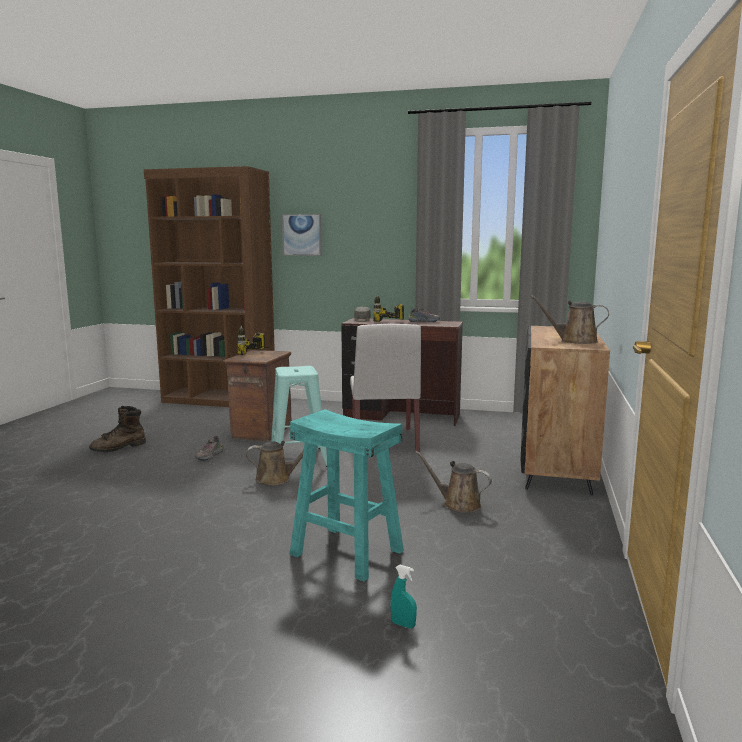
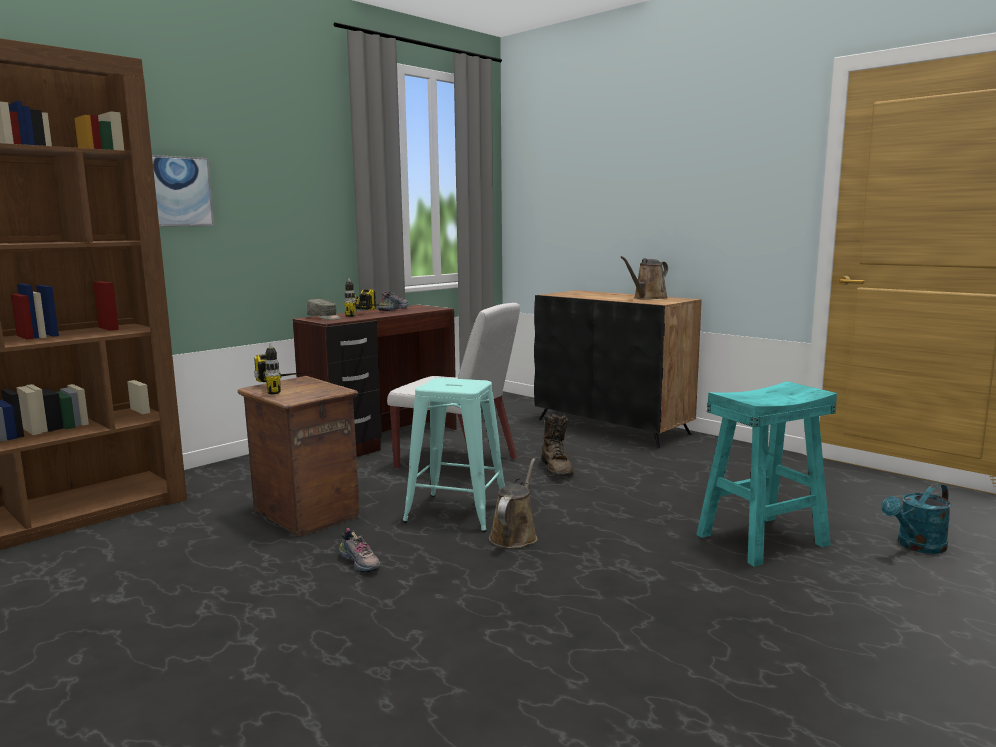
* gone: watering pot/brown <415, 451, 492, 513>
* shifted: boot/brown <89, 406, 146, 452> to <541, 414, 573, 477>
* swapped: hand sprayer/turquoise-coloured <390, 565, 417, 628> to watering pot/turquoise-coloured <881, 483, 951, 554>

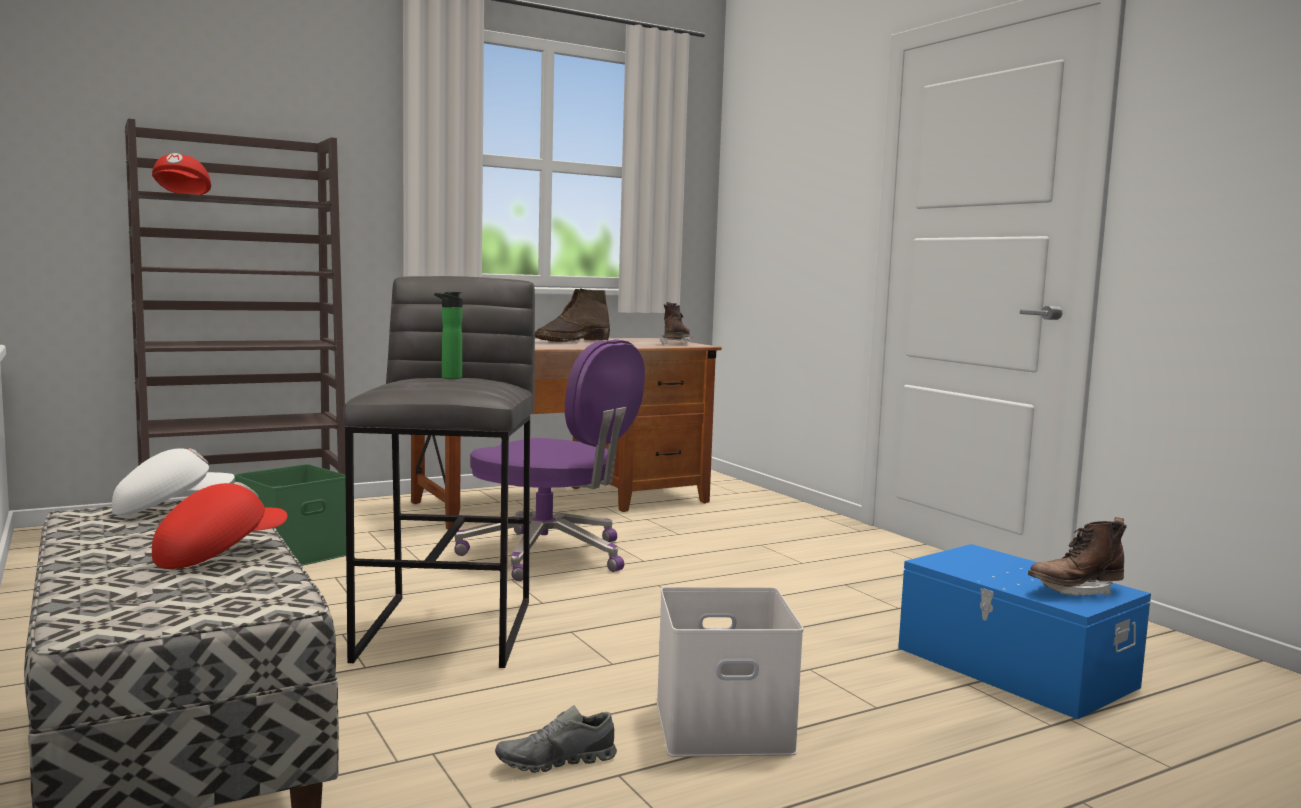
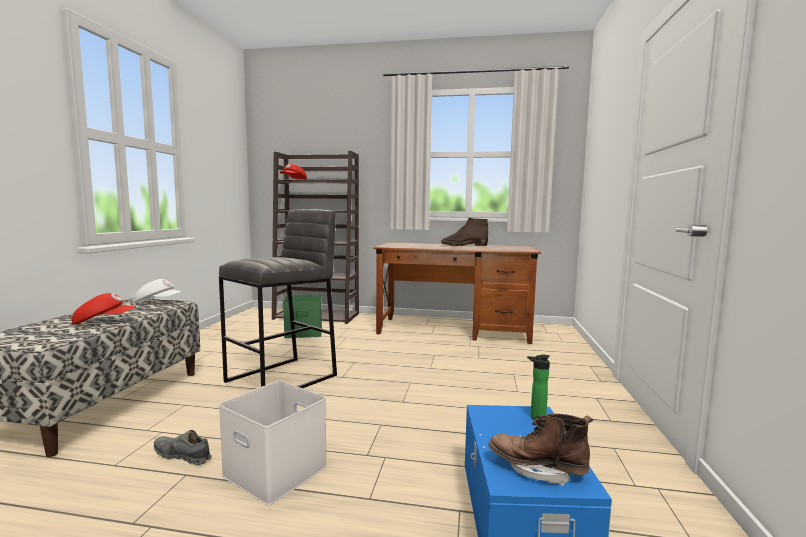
* gone: computer chair/purple <454, 339, 645, 581>
* gone: boot/brown <660, 302, 693, 344>
* shifted: drink bottle <434, 292, 463, 379> to <527, 355, 550, 420>

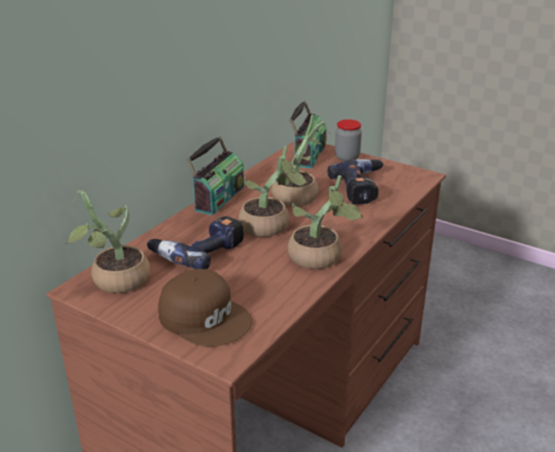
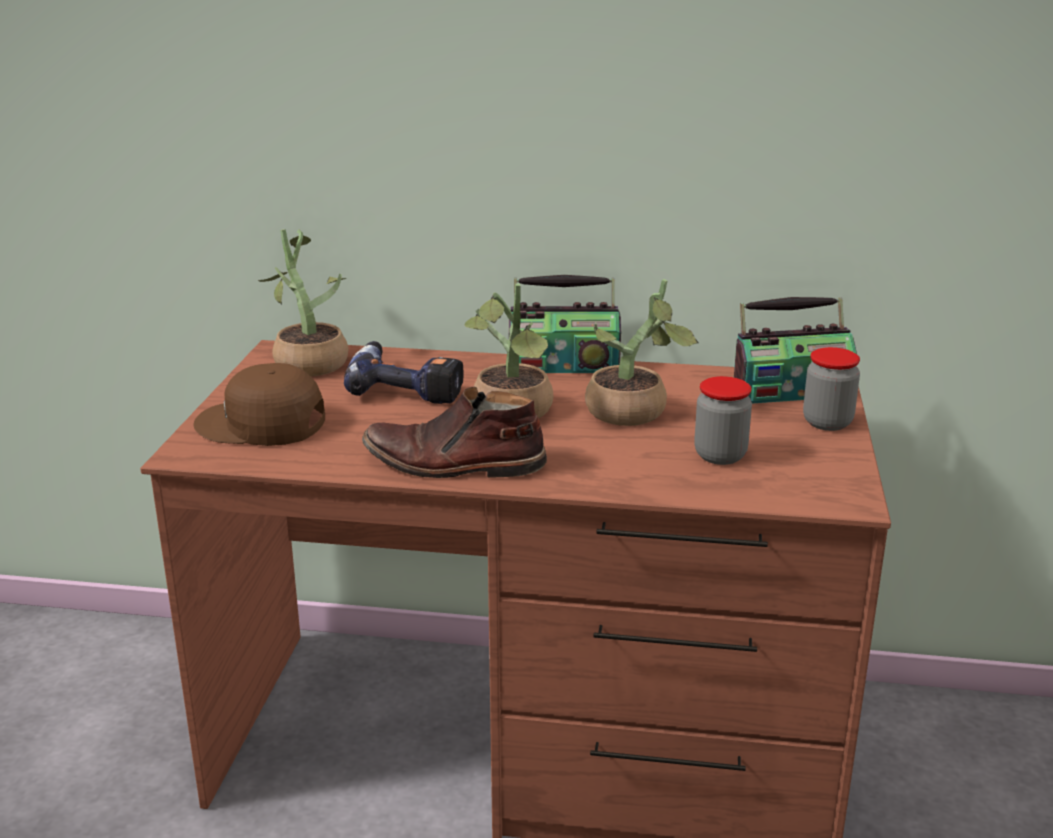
* swapped: plant in a pot <288, 175, 363, 269> to boot/brown <362, 387, 547, 478>
* swapped: power drill <327, 159, 384, 205> to storage jar <694, 376, 752, 465>
* rotated: peaked cap/brown <158, 269, 252, 347> = <194, 363, 325, 446> 90 degrees clockwise

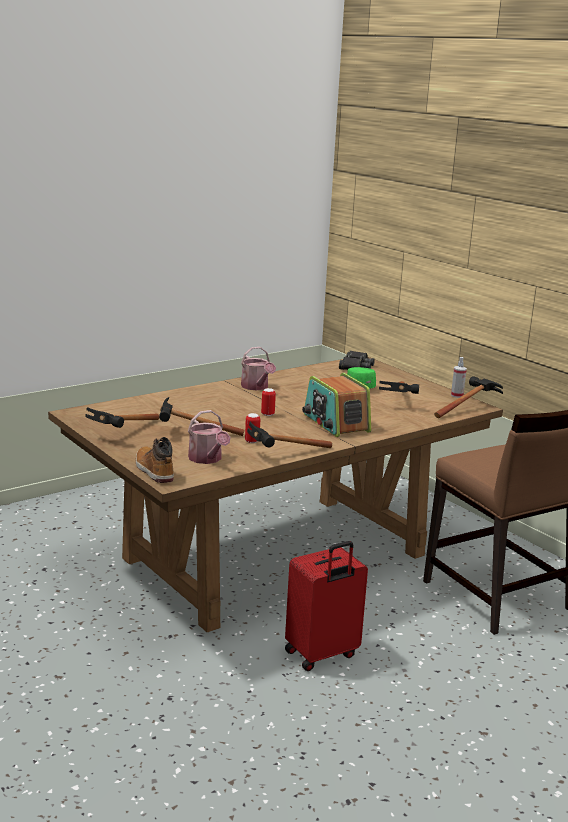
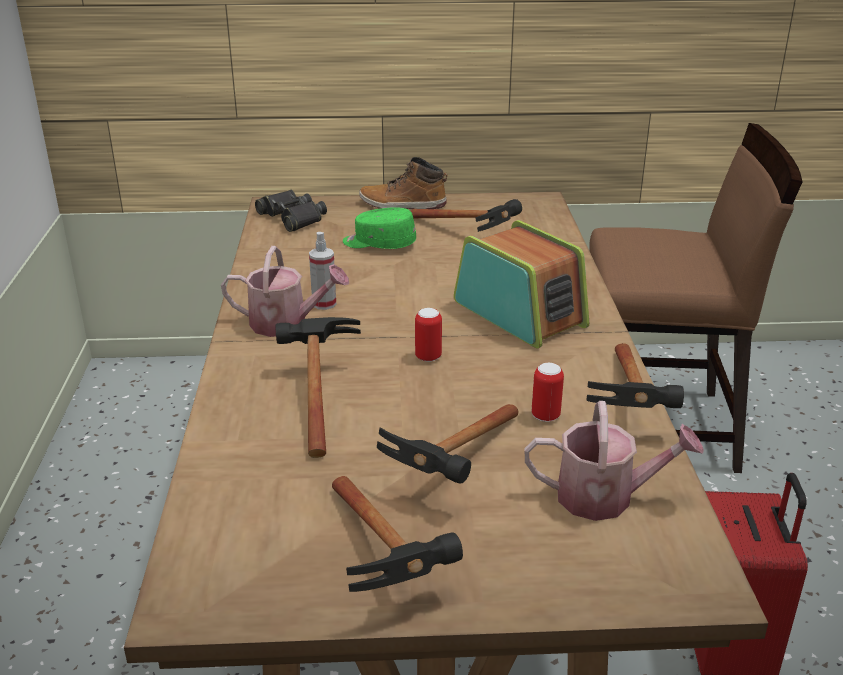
* shifted: boot <136, 437, 174, 483> to <359, 157, 447, 209>
* shifted: tool hammer <435, 376, 503, 418> to <276, 317, 361, 458>
* shifted: hand sprayer <451, 357, 467, 398> to <309, 232, 336, 310>
* rotated: radio receiver <302, 373, 371, 437> = <454, 220, 589, 349> 135 degrees counterclockwise

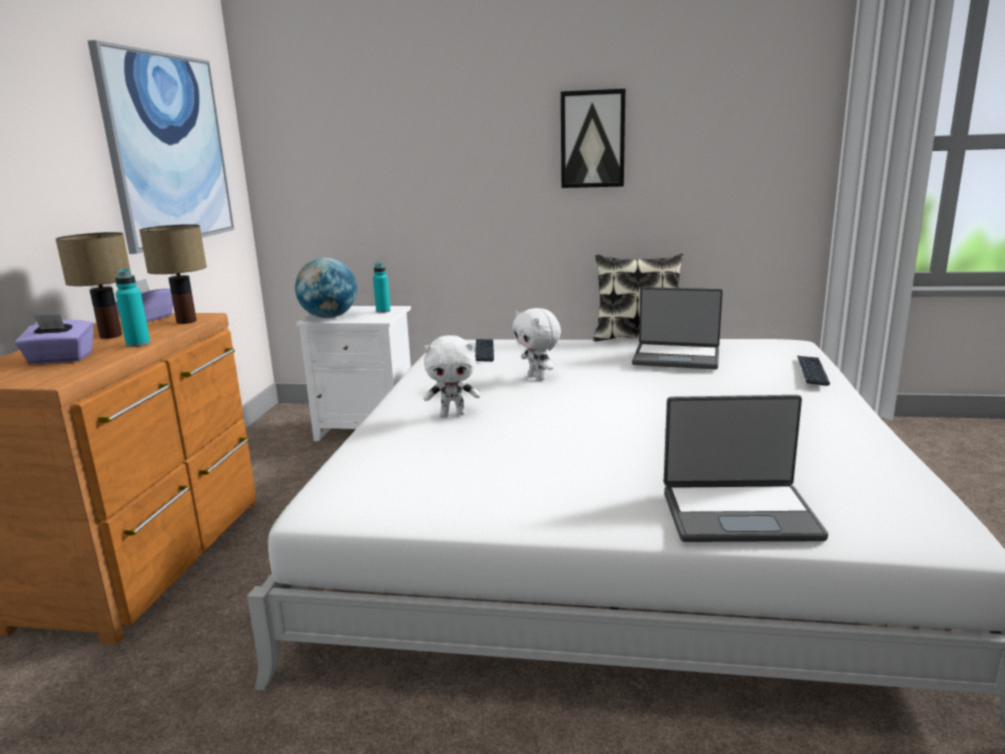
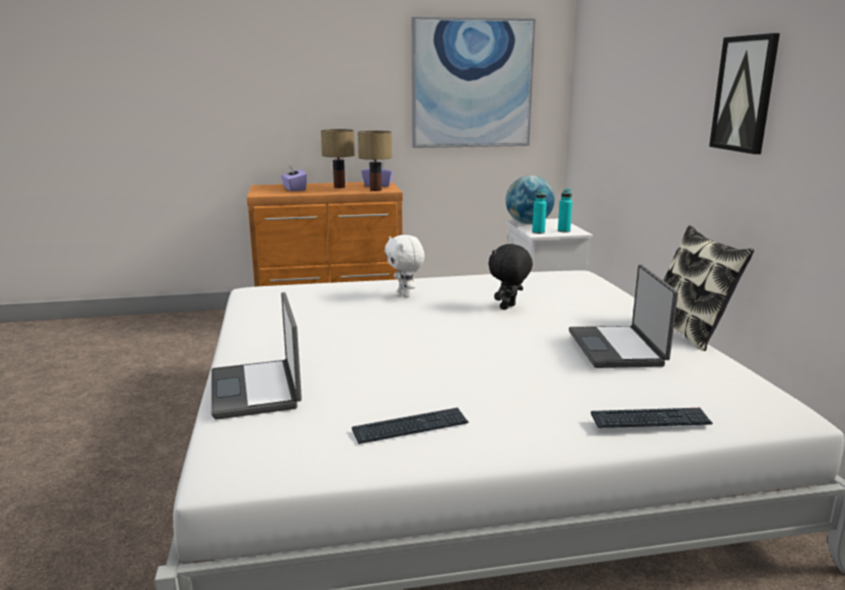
* shifted: drink bottle/turquoise-coloured <115, 269, 150, 347> to <532, 190, 547, 234>
* shifted: computer keyboard <475, 339, 494, 362> to <352, 407, 469, 444>
* repainted: cuddly toy/whitish <512, 308, 561, 381> to cuddly toy/blackish <488, 244, 533, 310>

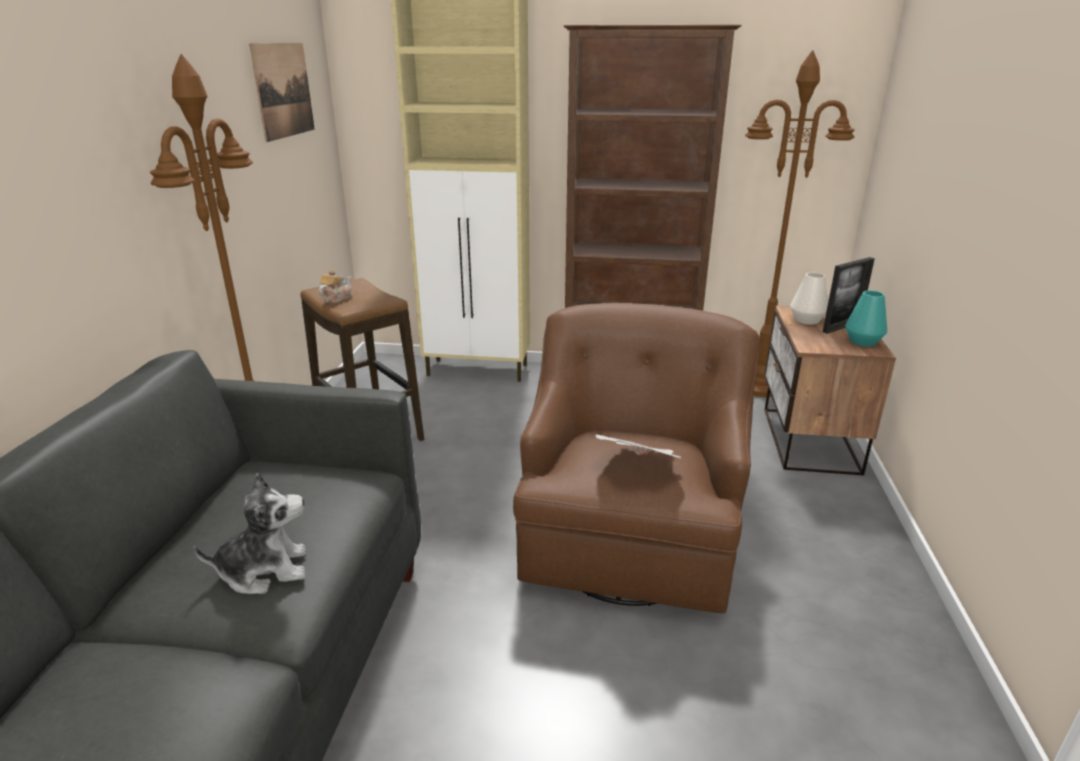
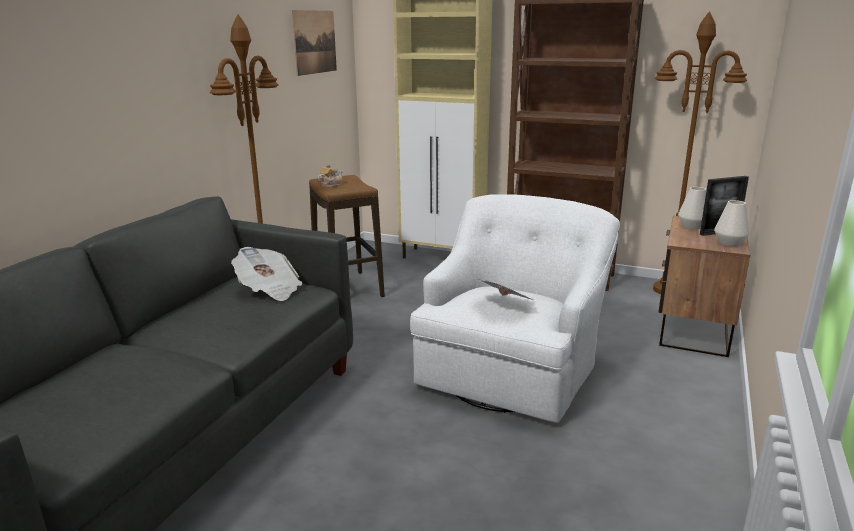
* gone: cuddly toy <193, 473, 306, 594>
* new: printed paper <231, 247, 303, 301>
* repainted: lounge chair/brown <513, 303, 759, 613> to lounge chair/whitish <410, 194, 620, 423>
* repainted: decorative vase/turquoise-coloured <845, 290, 887, 347> to decorative vase/whitish <714, 200, 750, 246>

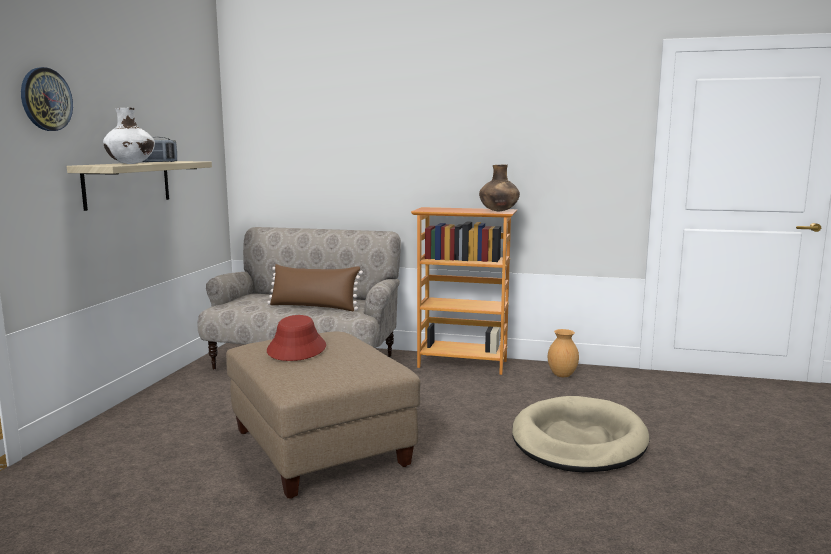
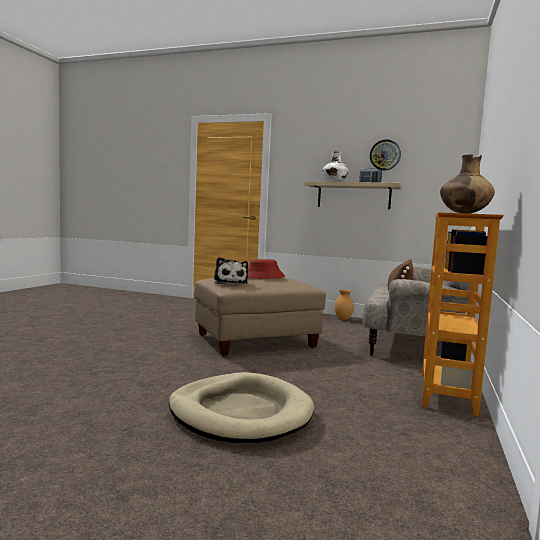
* new: cuddly toy <214, 257, 248, 284>
* shifted: wall clock <21, 67, 73, 131> to <370, 140, 401, 171>
* shifted: decorative vase/brown <548, 329, 579, 377> to <334, 290, 354, 320>

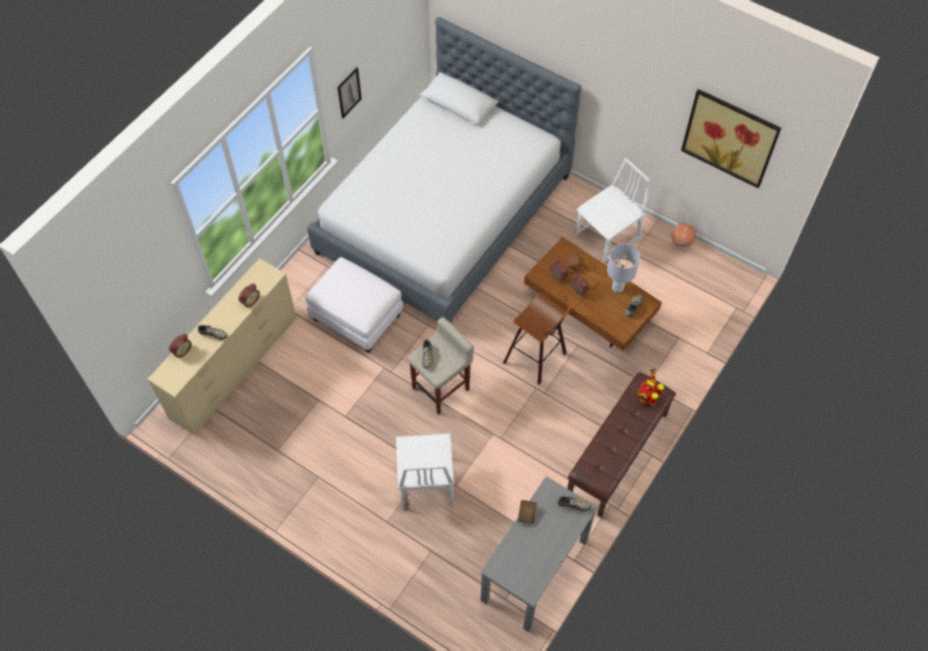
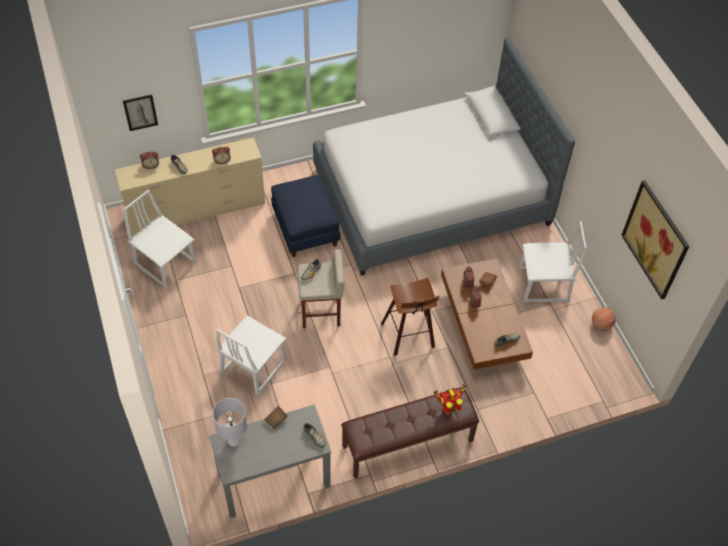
* new: upright chair/whitish <124, 189, 196, 288>
* shifted: picture <338, 67, 362, 119> to <123, 95, 158, 131>
* shifted: lamp for a table/greyish <607, 244, 640, 292> to <213, 398, 248, 447>
* repainted: footrest/whitish <305, 257, 403, 353> to footrest/bluish <271, 175, 340, 257>

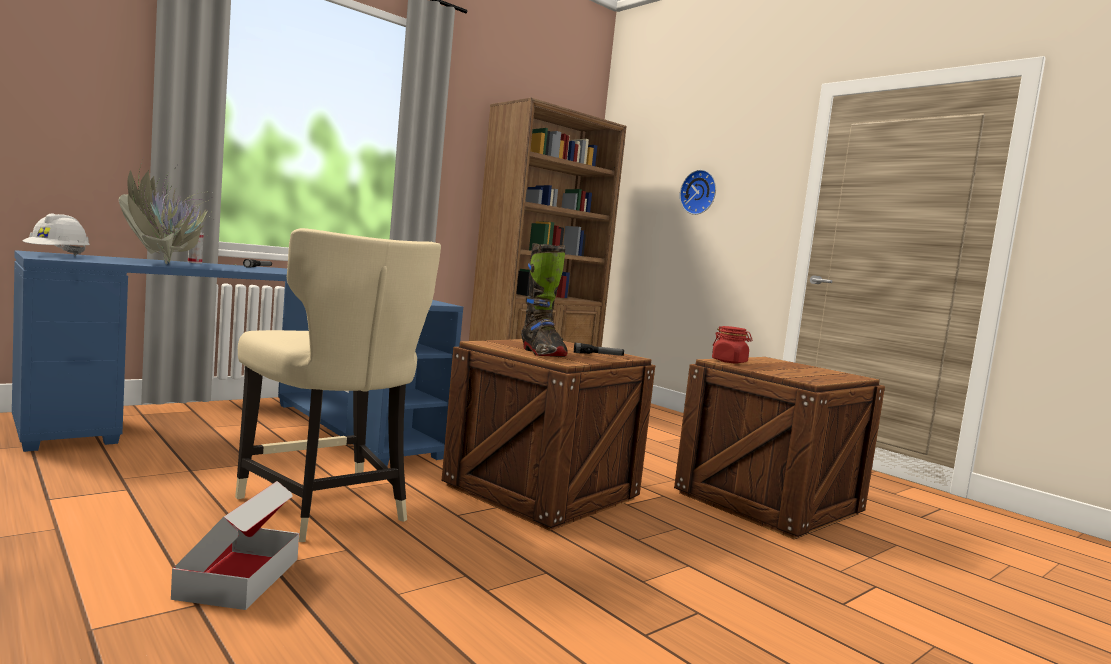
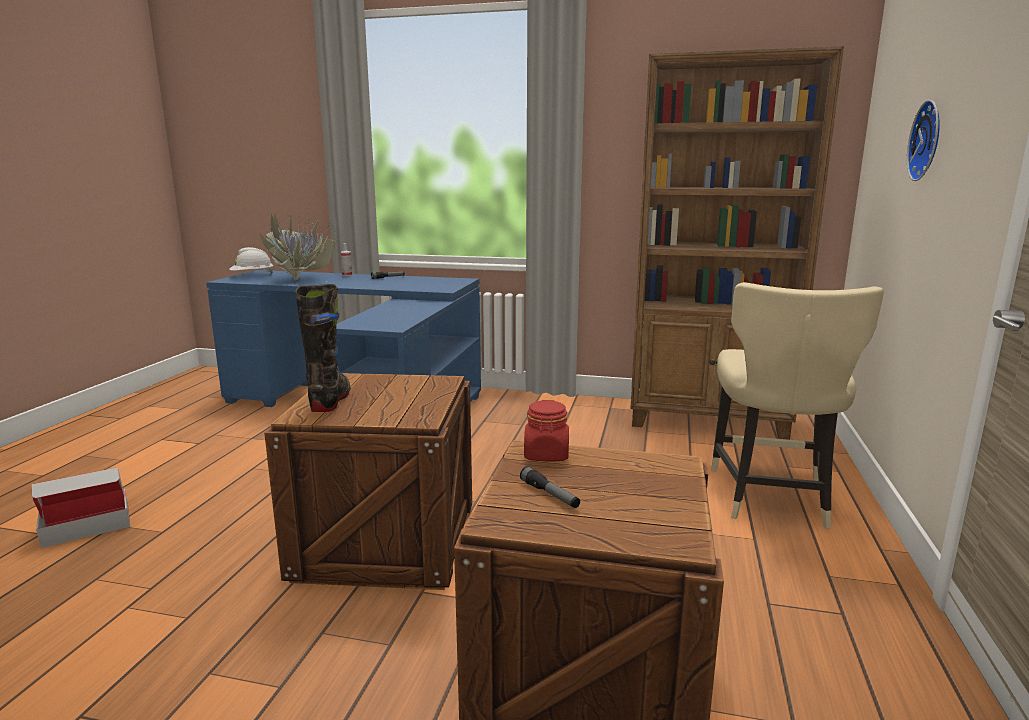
* shifted: upright chair/beige-coloured <235, 228, 441, 542> to <711, 282, 884, 529>
* shifted: hand torch <574, 343, 624, 356> to <520, 466, 580, 508>
* rotated: boot/blackish <521, 243, 568, 357> = <295, 284, 351, 412> 150 degrees clockwise

